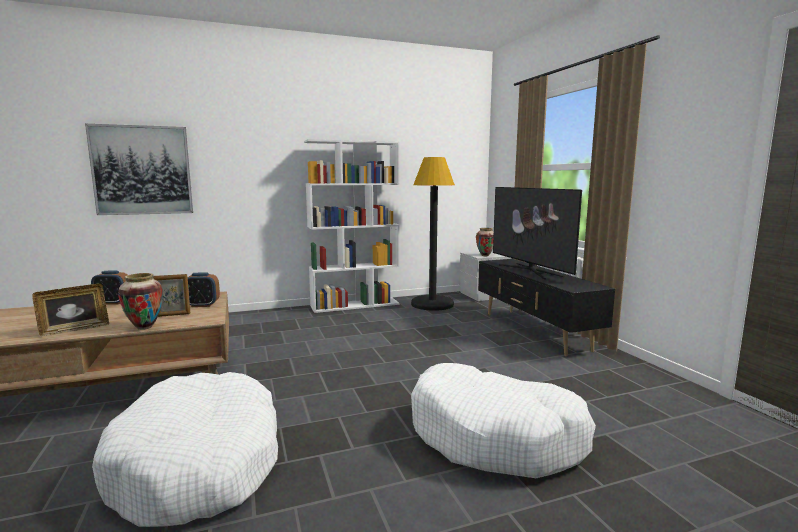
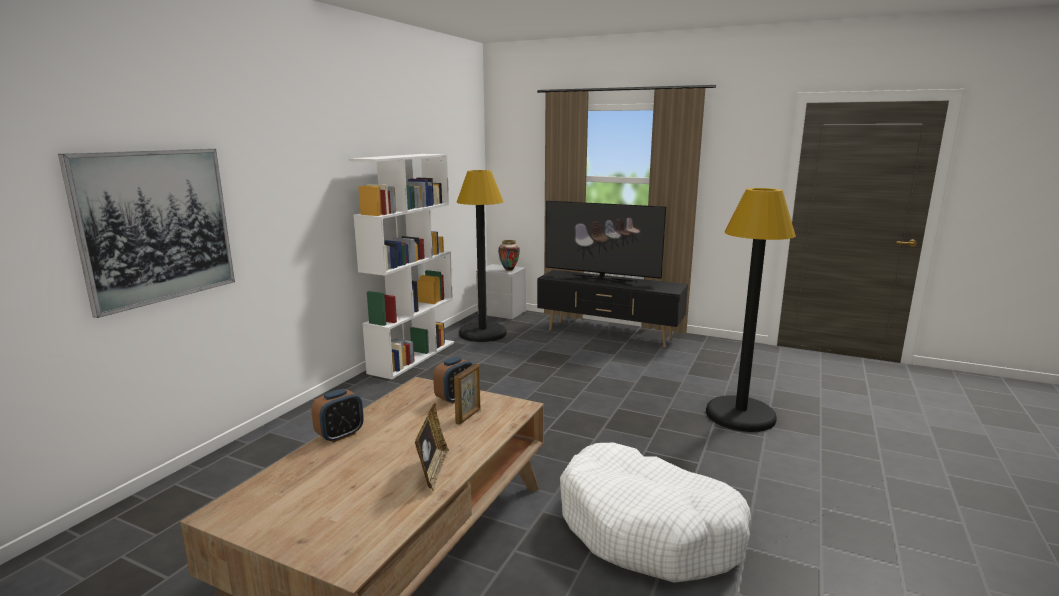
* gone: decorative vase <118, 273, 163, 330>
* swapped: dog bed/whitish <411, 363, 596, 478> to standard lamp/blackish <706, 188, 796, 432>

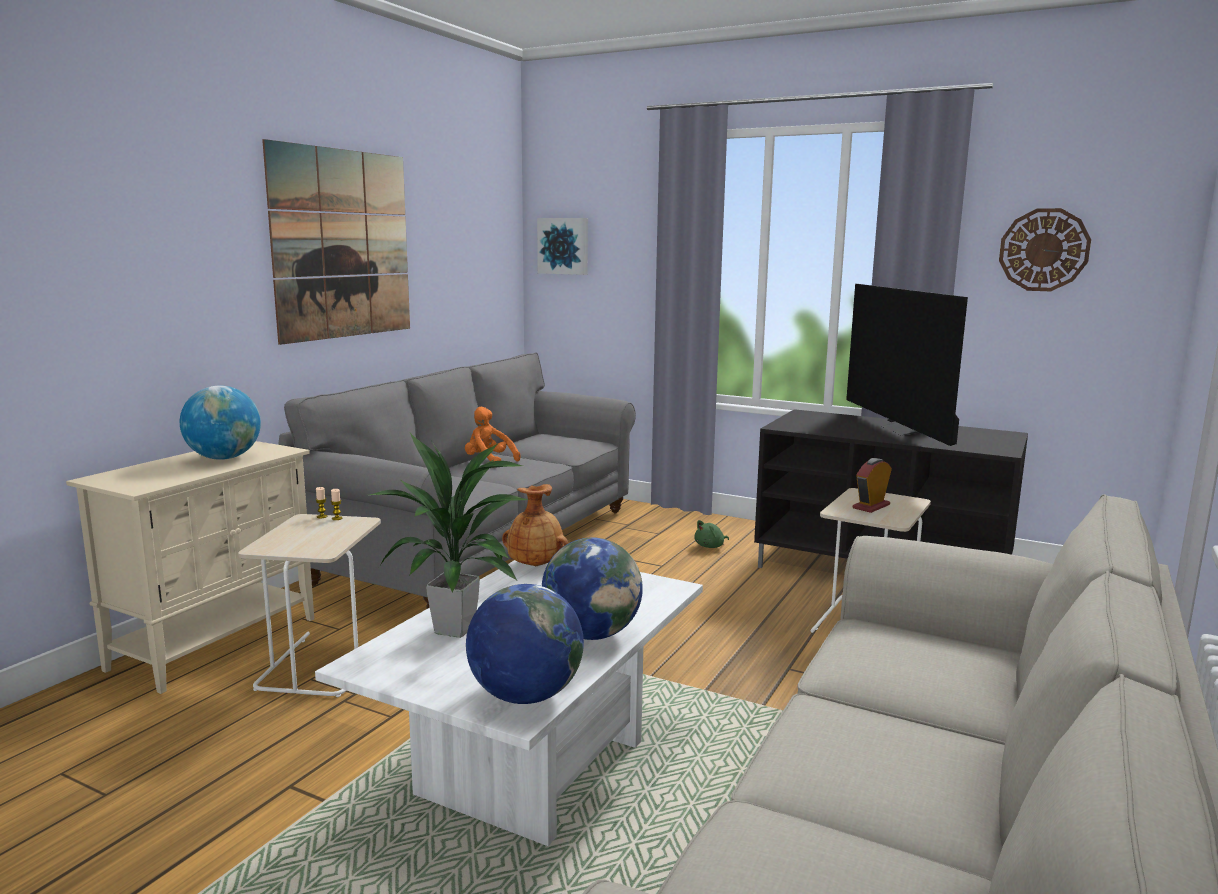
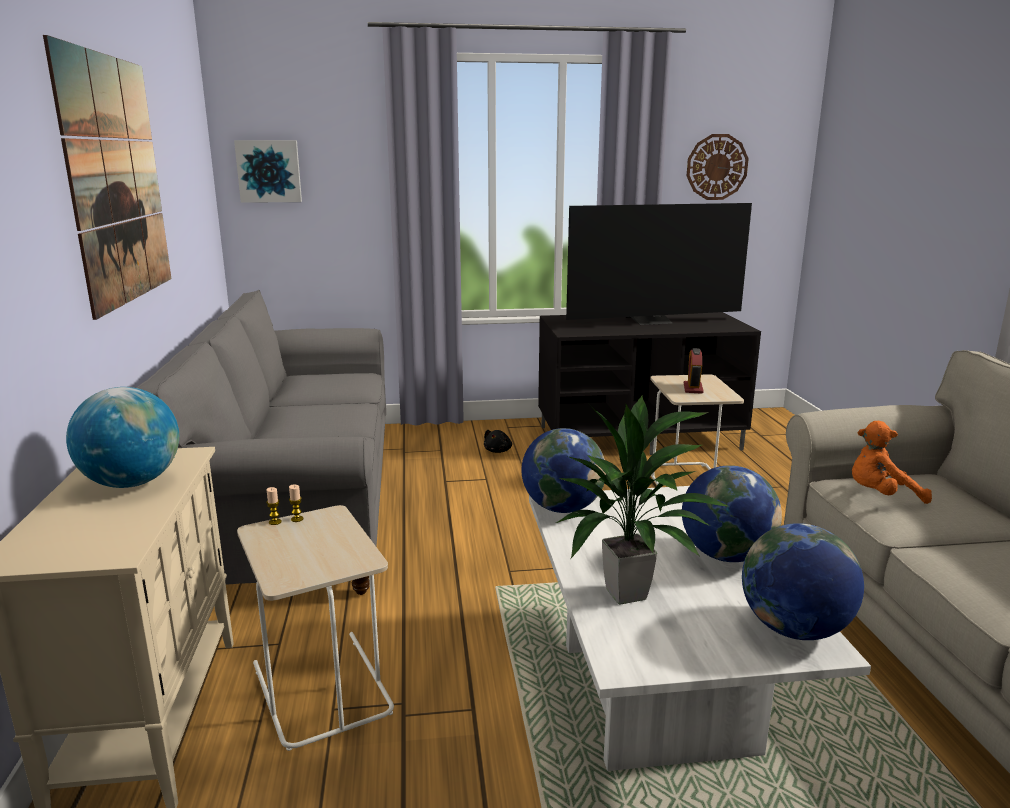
* shifted: cuddly toy/orange <465, 407, 520, 462> to <852, 421, 932, 504>
* swapped: decorative vase/brown <502, 484, 568, 566> to desk globe <522, 428, 606, 513>
* repainted: cuddly toy/greenish <694, 520, 729, 548> to cuddly toy/blackish <484, 430, 512, 453>
* rotated: TV <846, 284, 968, 446> = <566, 203, 752, 325> 60 degrees counterclockwise

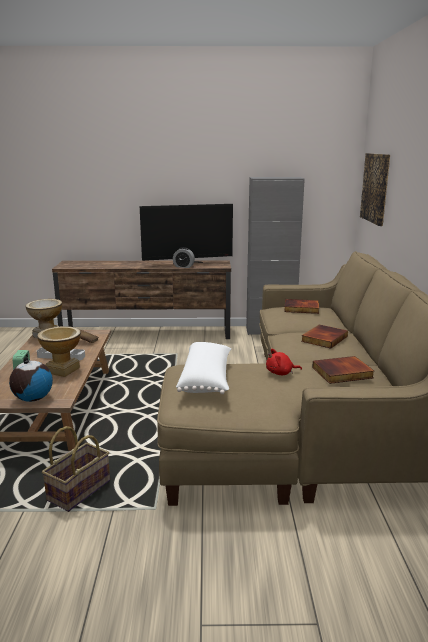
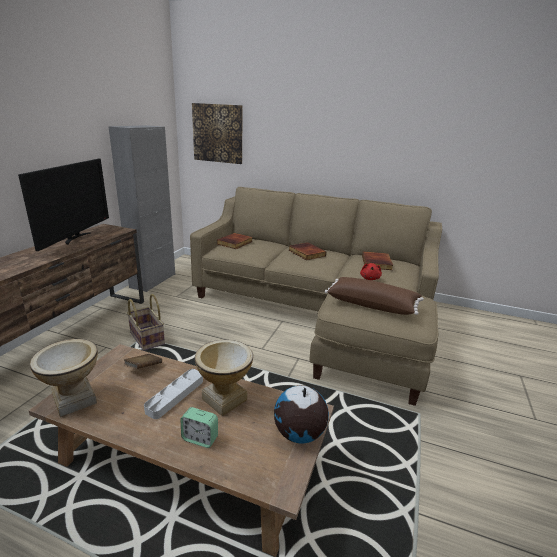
* gone: alarm clock <173, 247, 195, 268>
* shifted: storage basket <42, 426, 110, 512> to <127, 294, 165, 351>
* repainted: throw pillow/whitish <176, 342, 231, 394> to throw pillow/brown <325, 277, 424, 315>

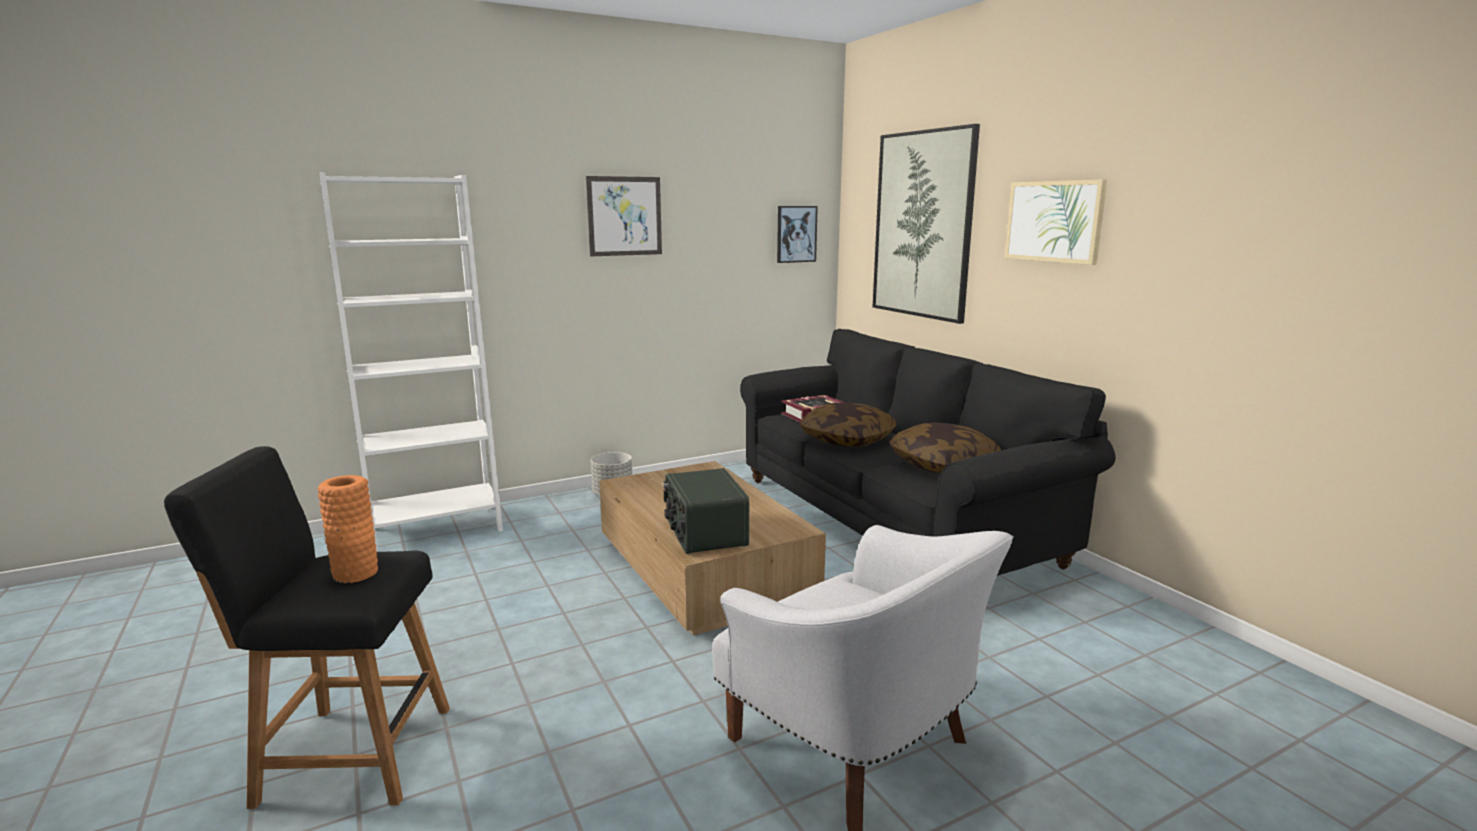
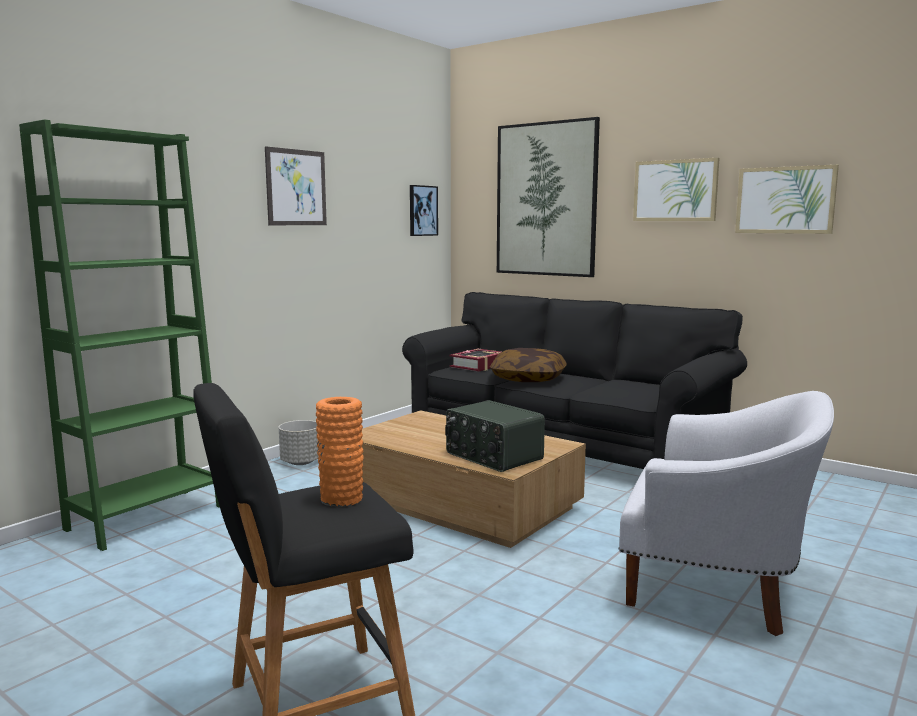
* gone: throw pillow <889, 422, 1002, 473>
* new: picture <735, 165, 839, 234>
* repainted: bookcase/whitish <319, 173, 503, 552> to bookcase/greenish <19, 120, 220, 551>

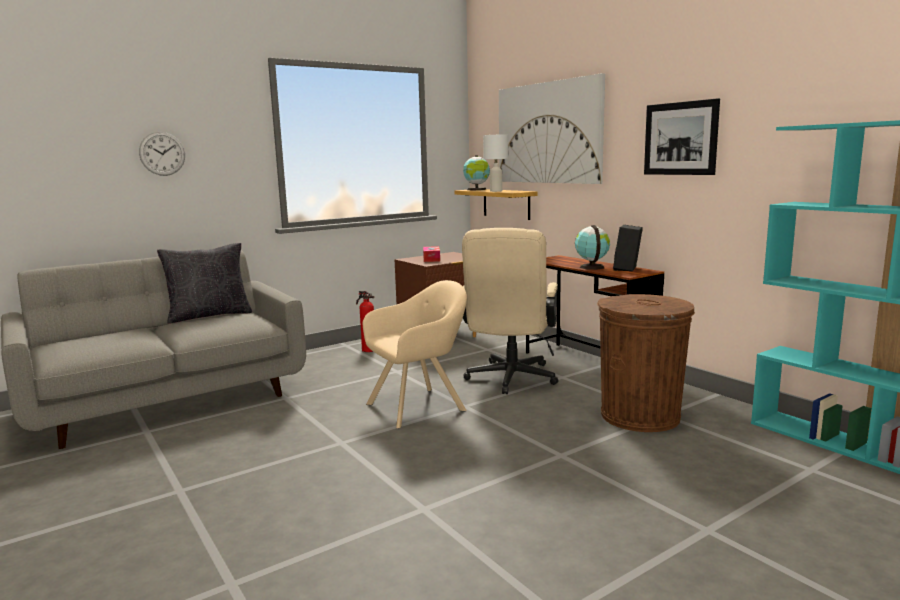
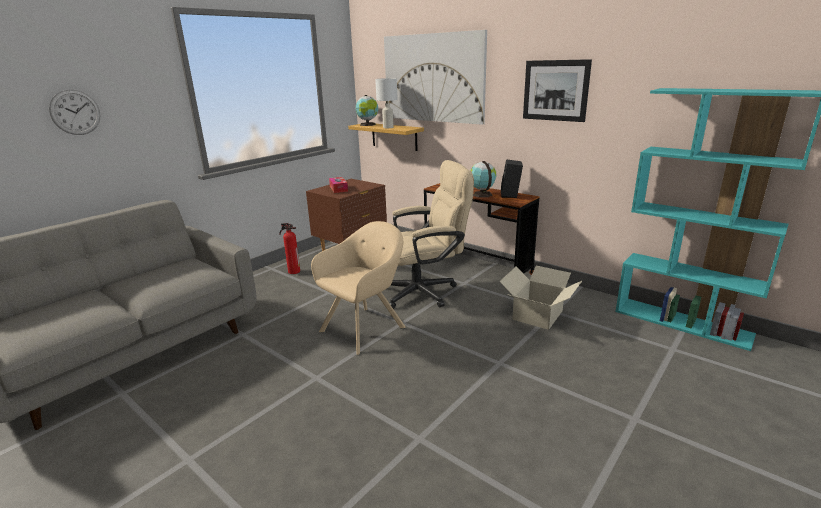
* gone: throw pillow/blackish <157, 243, 252, 323>
* swapped: waste bin/brown <597, 294, 695, 432> to packing box <499, 266, 582, 330>
* rotated: computer chair/beige-coloured <462, 228, 558, 394> = <390, 160, 474, 309> 105 degrees counterclockwise

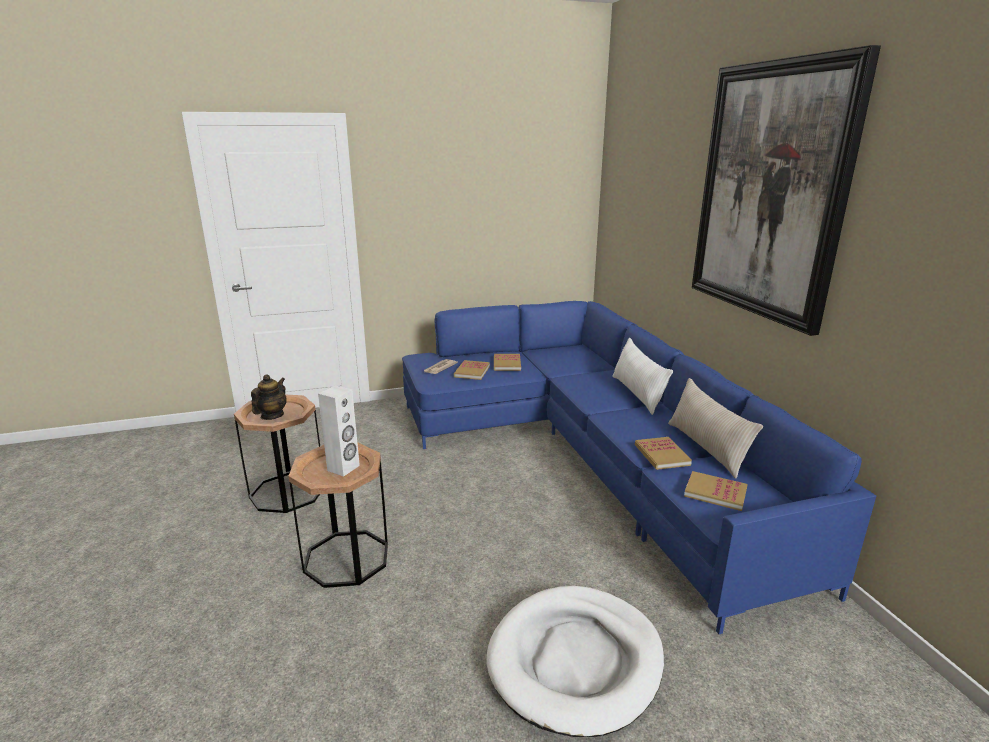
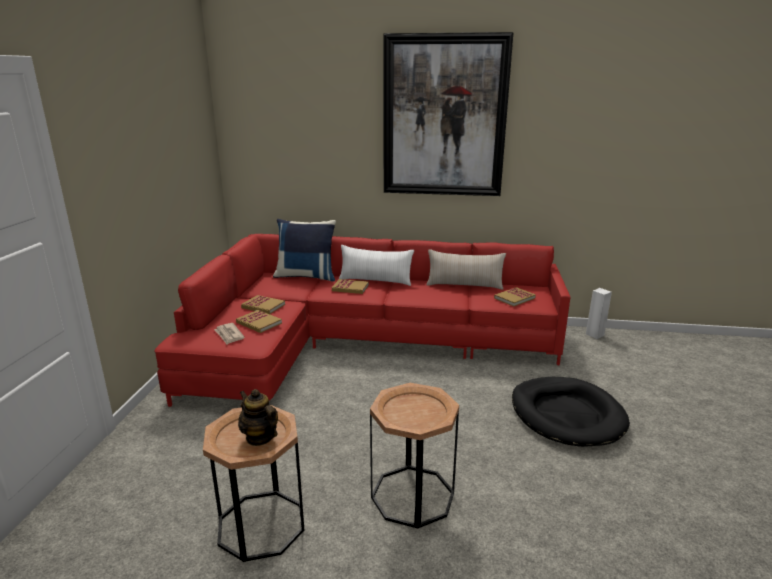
* new: throw pillow/bluish <273, 219, 336, 281>
* shifted: speaker/whitish <318, 386, 360, 477> to <586, 288, 612, 339>
* shifted: bound book <635, 437, 692, 470> to <332, 279, 369, 294>
* repainted: couch/bluish <402, 301, 876, 634> to couch/red-coloured <154, 234, 570, 407>
* repainted: dog bed/whitish <486, 586, 664, 737> to dog bed/blackish <512, 377, 630, 447>

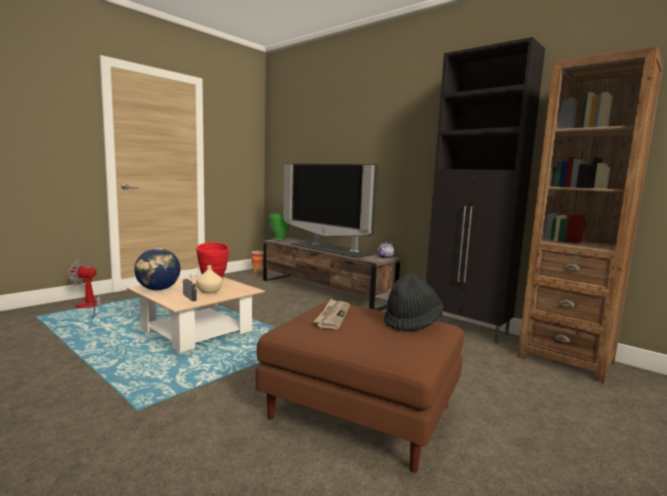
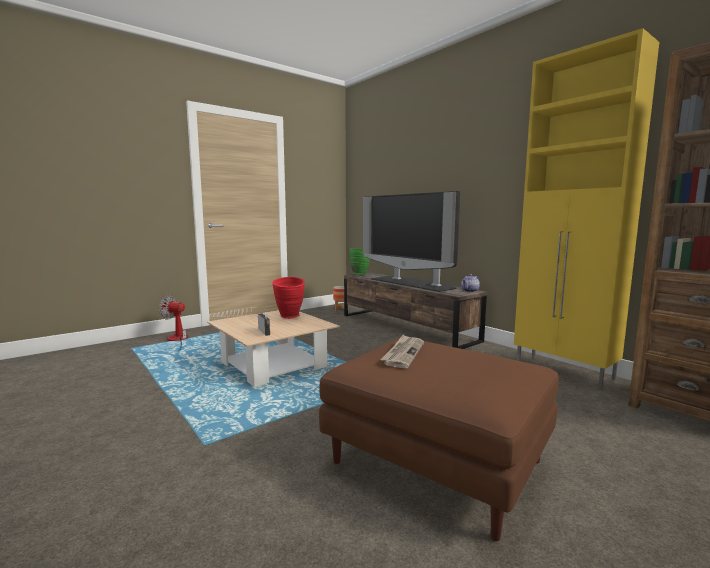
* gone: desk globe <134, 248, 181, 291>
* gone: decorative vase/beige-coloured <196, 265, 223, 294>
* gone: clothing hat/blackish <384, 273, 443, 332>
* repainted: cupboard/blackish <426, 37, 545, 343> to cupboard/yellowish <514, 28, 659, 388>

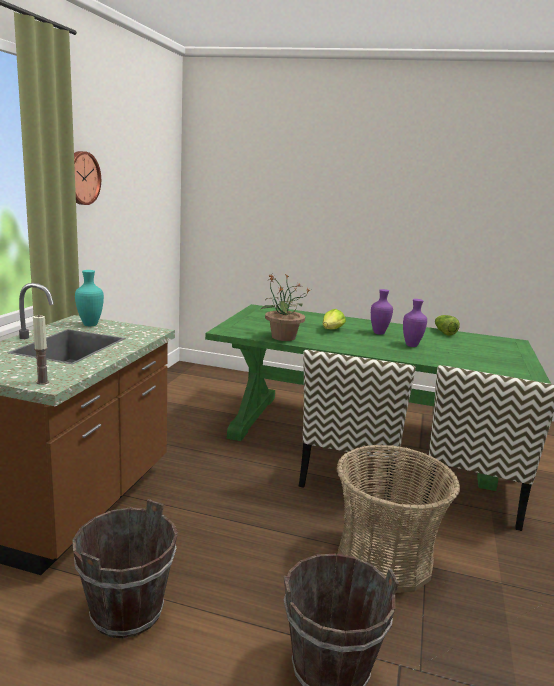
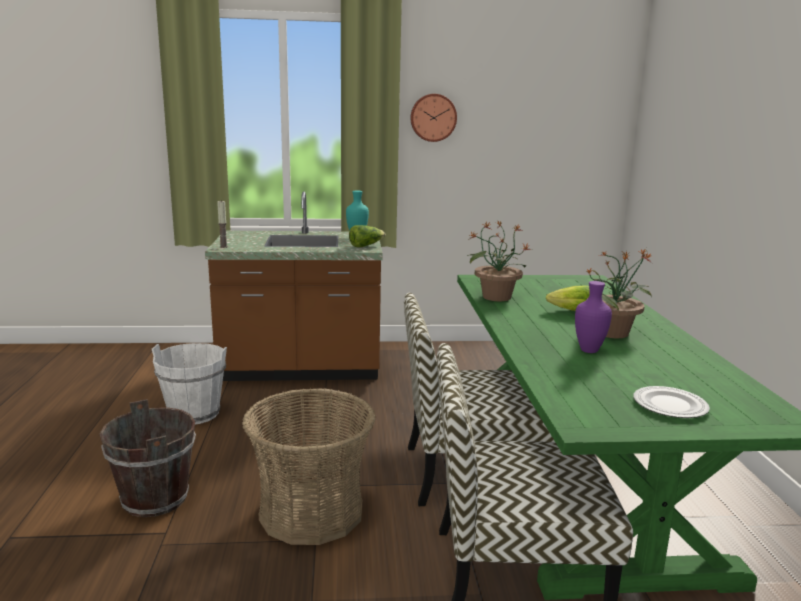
* new: flat dish <633, 386, 710, 418>
* shifted: head of lettuce <435, 315, 460, 336> to <349, 225, 385, 247>
* swapped: decorative vase/purple <371, 289, 393, 335> to plant in a pot <585, 248, 652, 338>
* repainted: bucket/brown <72, 499, 178, 638> to bucket/whitish <152, 343, 227, 424>

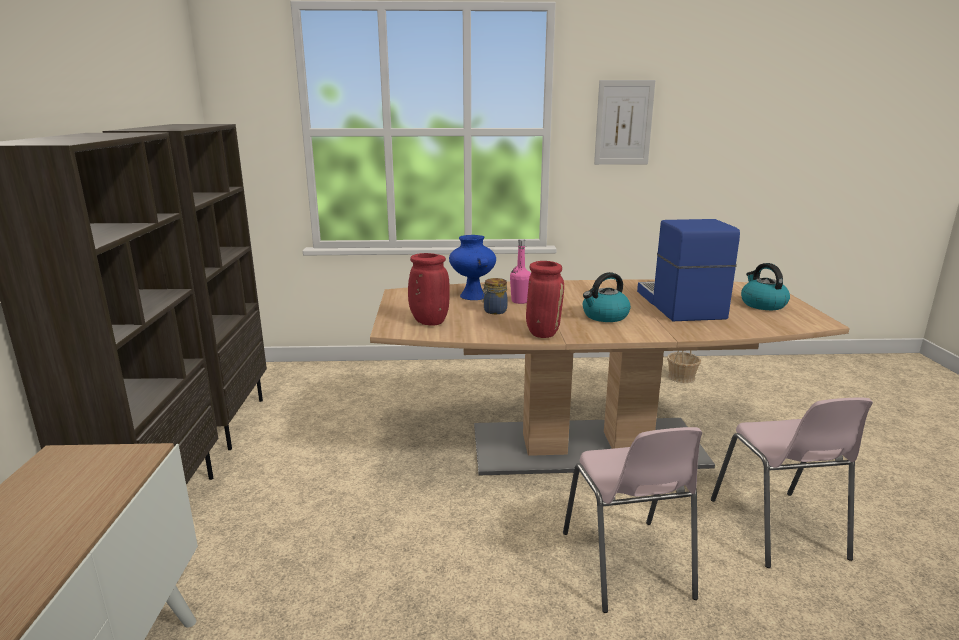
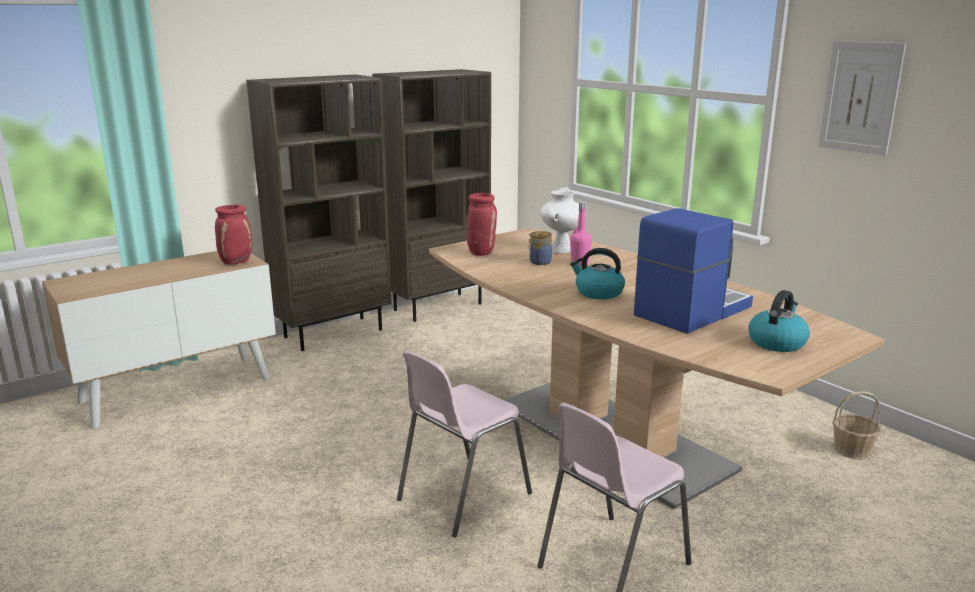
* shifted: decorative vase/red-coloured <526, 261, 564, 338> to <215, 205, 252, 265>
* repainted: decorative vase/bluish <449, 235, 496, 300> to decorative vase/whitish <540, 190, 586, 253>

